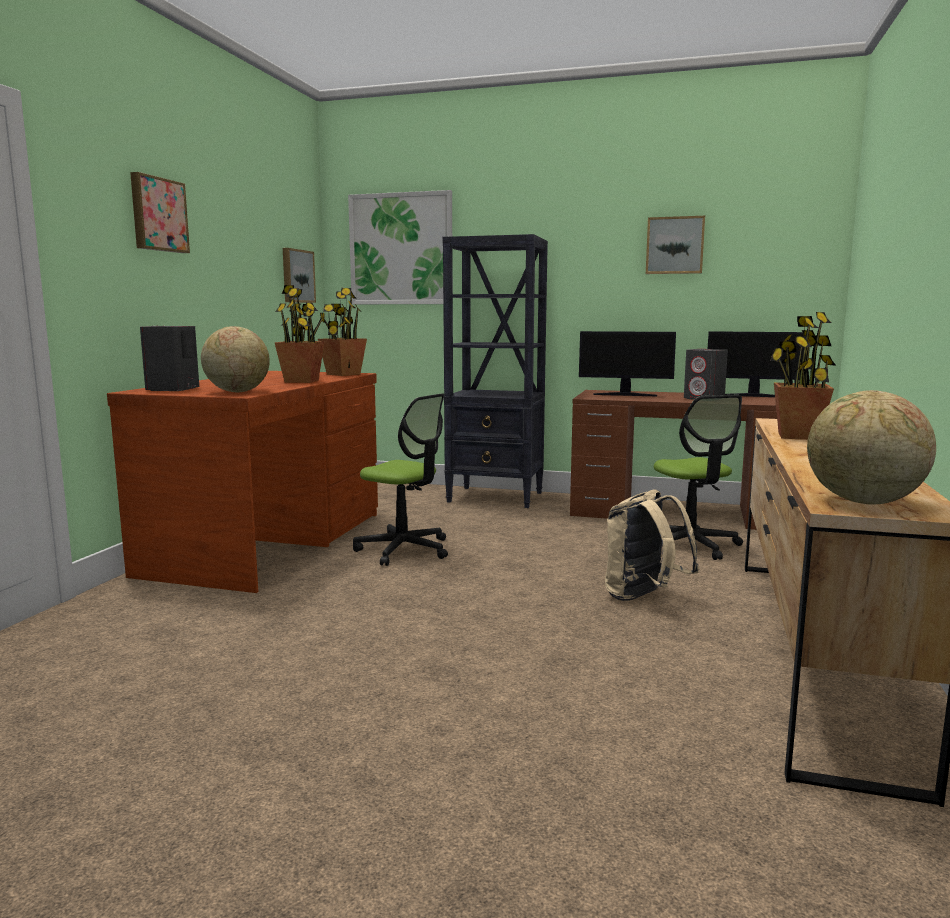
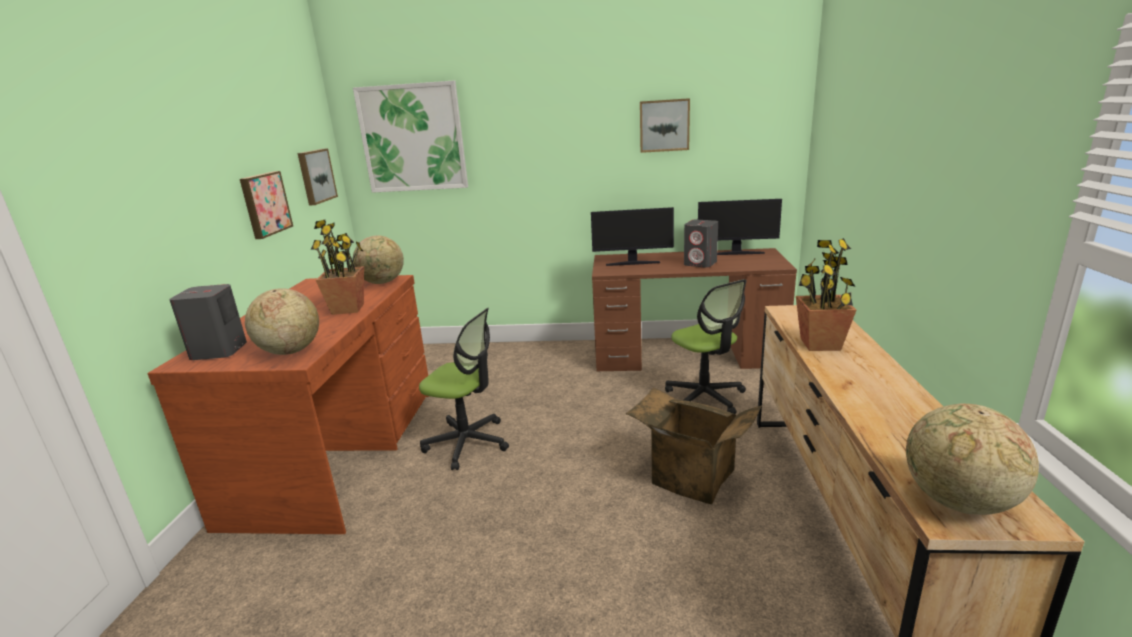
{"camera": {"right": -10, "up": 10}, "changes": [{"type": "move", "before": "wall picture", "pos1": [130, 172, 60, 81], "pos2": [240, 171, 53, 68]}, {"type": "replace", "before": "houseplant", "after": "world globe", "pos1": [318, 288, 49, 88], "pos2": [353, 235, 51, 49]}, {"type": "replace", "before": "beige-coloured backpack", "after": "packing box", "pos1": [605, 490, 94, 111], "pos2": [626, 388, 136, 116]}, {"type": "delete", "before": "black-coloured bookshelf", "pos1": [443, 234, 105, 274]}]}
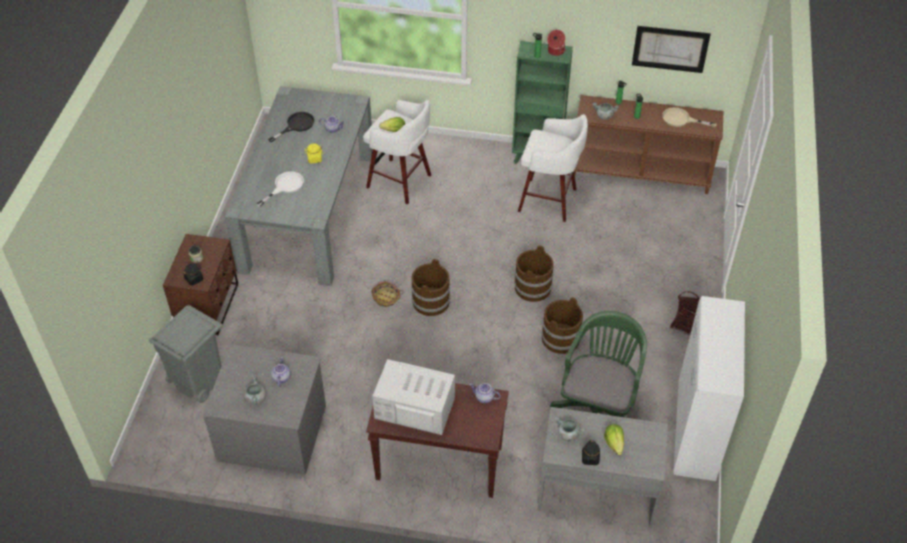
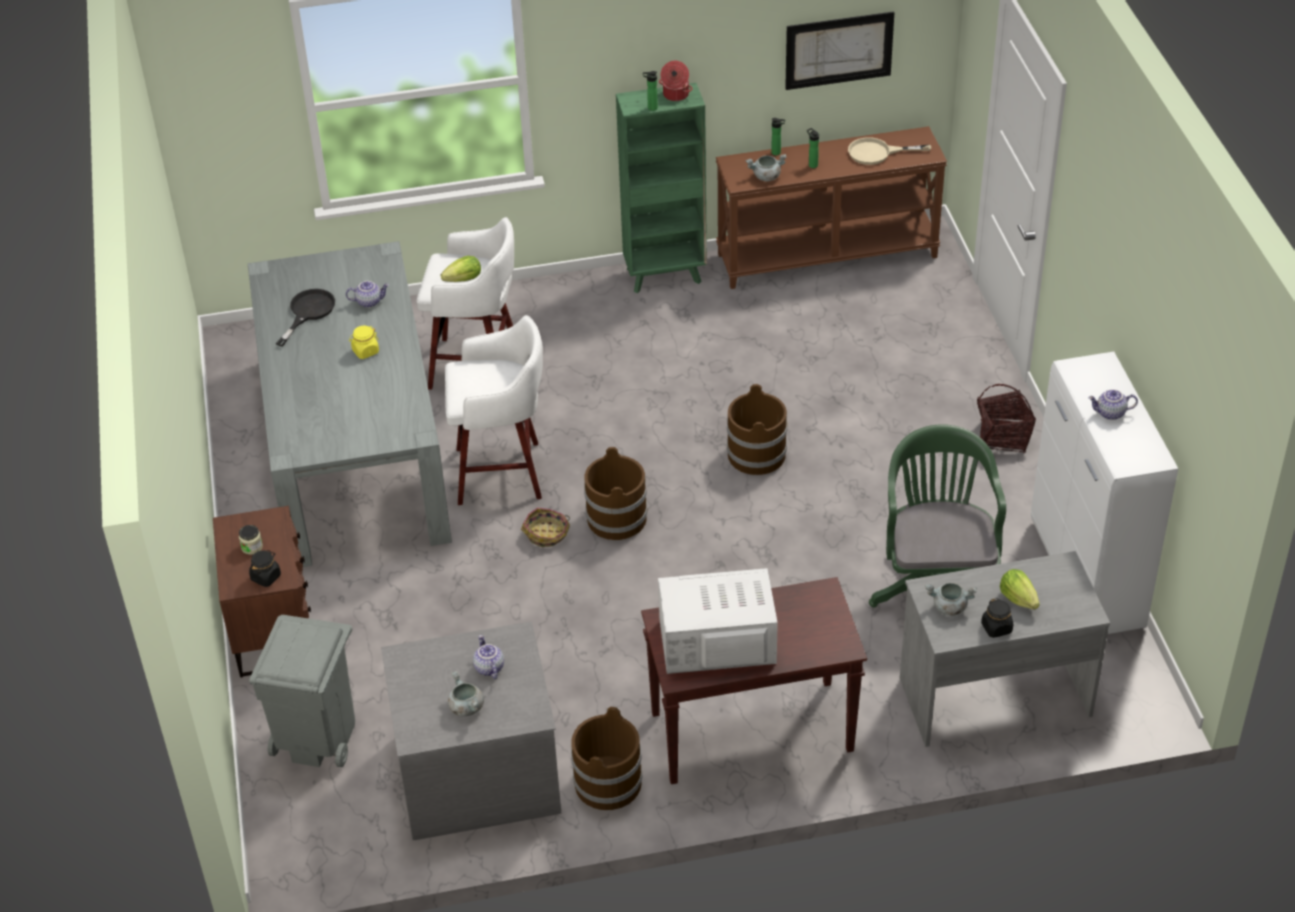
{"camera": {"right": -20, "up": -5}, "changes": [{"type": "move", "before": "white-coloured stool", "pos1": [518, 114, 70, 108], "pos2": [445, 315, 98, 190]}, {"type": "move", "before": "brown-coloured pail", "pos1": [541, 297, 42, 57], "pos2": [571, 707, 71, 103]}, {"type": "move", "before": "pot for tea", "pos1": [469, 383, 32, 20], "pos2": [1088, 389, 50, 31]}, {"type": "delete", "before": "white-coloured pan", "pos1": [256, 171, 48, 36]}]}
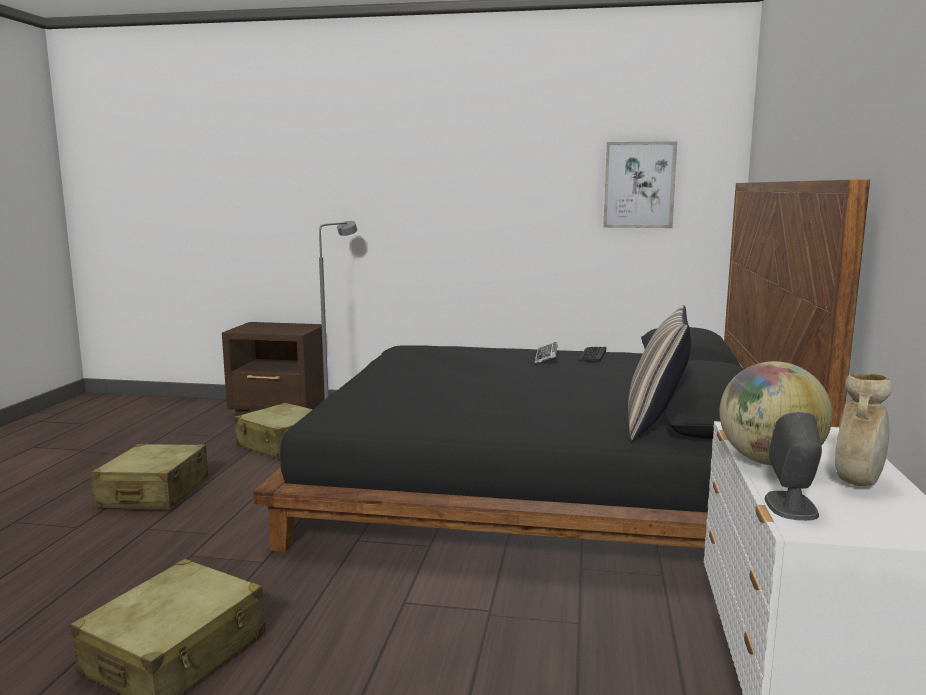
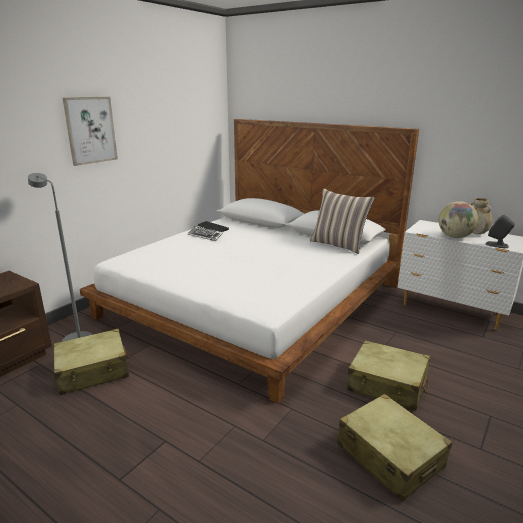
{"camera": {"right": -65, "up": 10}, "changes": [{"type": "move", "before": "wall picture", "pos1": [603, 141, 74, 87], "pos2": [63, 97, 55, 69]}, {"type": "recolor", "before": "black-coloured bedroom bed", "after": "white-coloured bedroom bed", "pos1": [253, 179, 617, 373], "pos2": [80, 119, 339, 284]}, {"type": "move", "before": "beige-coloured travel case", "pos1": [91, 444, 118, 65], "pos2": [347, 340, 83, 71]}]}
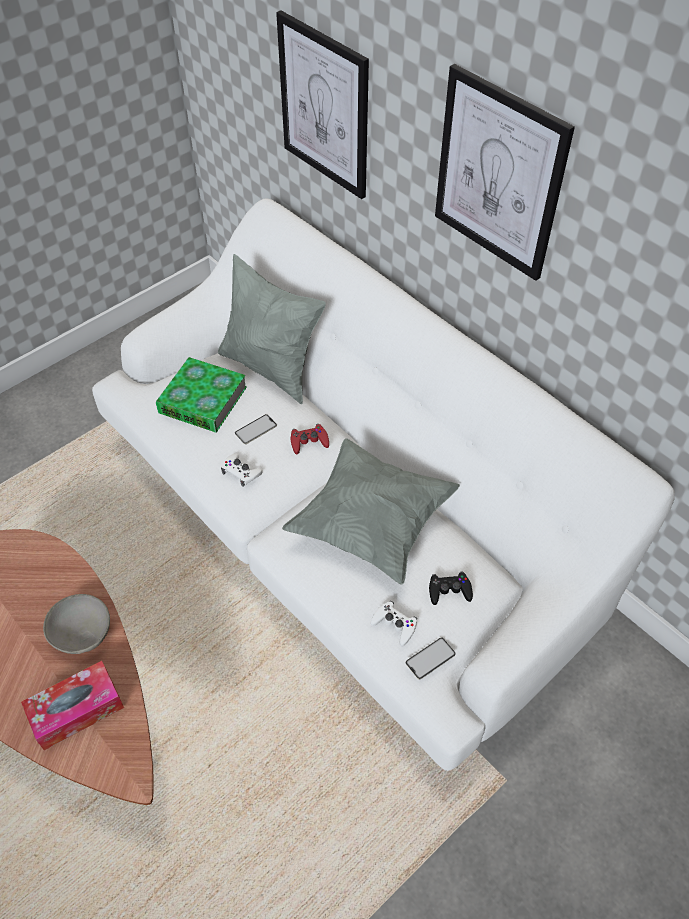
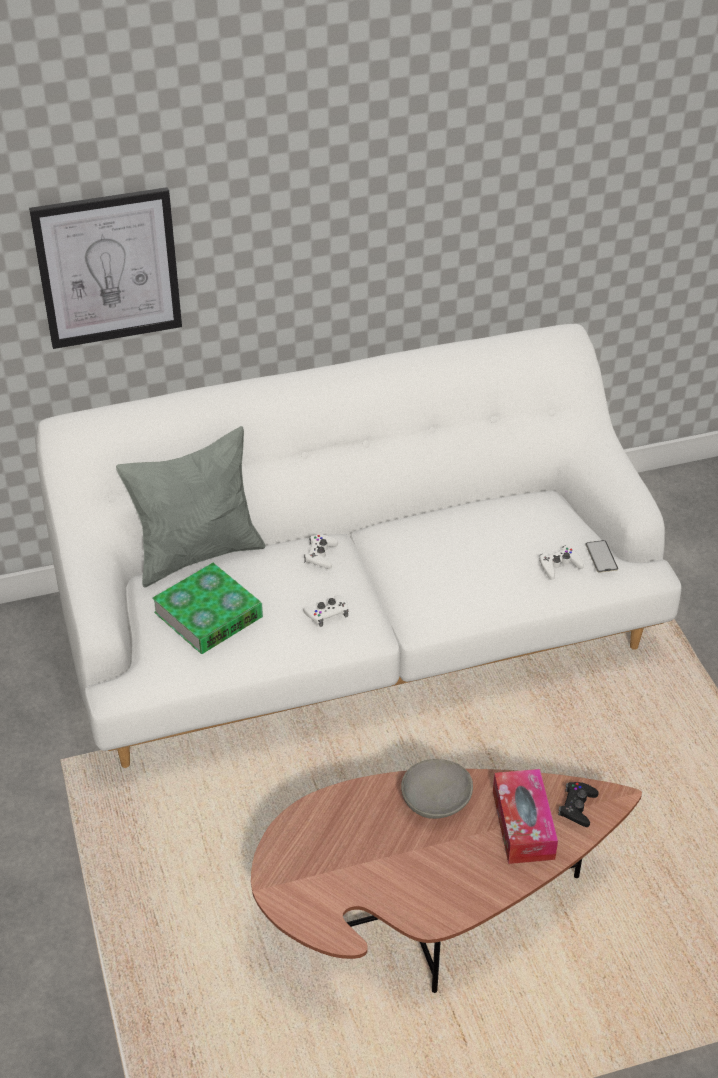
{"camera": {"right": -65, "up": -10}, "changes": [{"type": "recolor", "before": "reddish gamepad", "after": "white-coloured gamepad", "pos1": [291, 424, 38, 30], "pos2": [304, 535, 34, 34]}, {"type": "move", "before": "black-coloured gamepad", "pos1": [429, 571, 44, 34], "pos2": [558, 782, 41, 45]}, {"type": "delete", "before": "phone", "pos1": [235, 414, 42, 30]}, {"type": "delete", "before": "grey throw pillow", "pos1": [282, 438, 178, 147]}, {"type": "delete", "before": "wall picture", "pos1": [435, 64, 140, 217]}]}
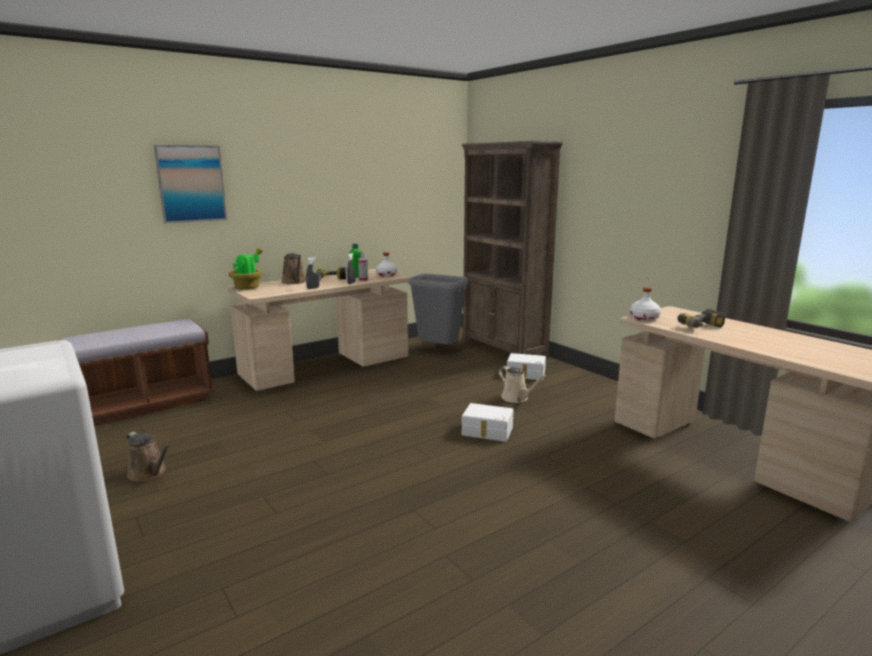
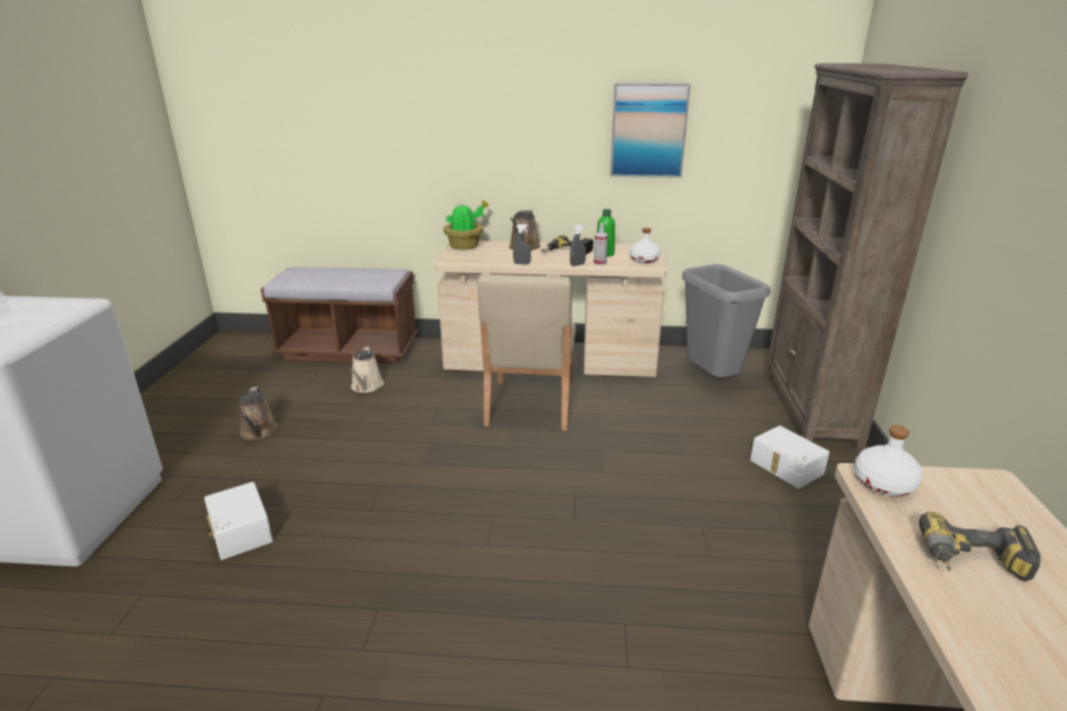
{"camera": {"right": 40, "up": 10}, "changes": [{"type": "move", "before": "white-coloured storage container", "pos1": [462, 403, 51, 39], "pos2": [204, 482, 69, 78]}, {"type": "move", "before": "beige-coloured sprinkling can", "pos1": [499, 366, 47, 37], "pos2": [349, 346, 35, 47]}, {"type": "insert", "after": "beige-coloured upright chair", "pos2": [477, 275, 99, 156]}, {"type": "move", "before": "wall picture", "pos1": [154, 145, 73, 78], "pos2": [610, 83, 81, 95]}]}
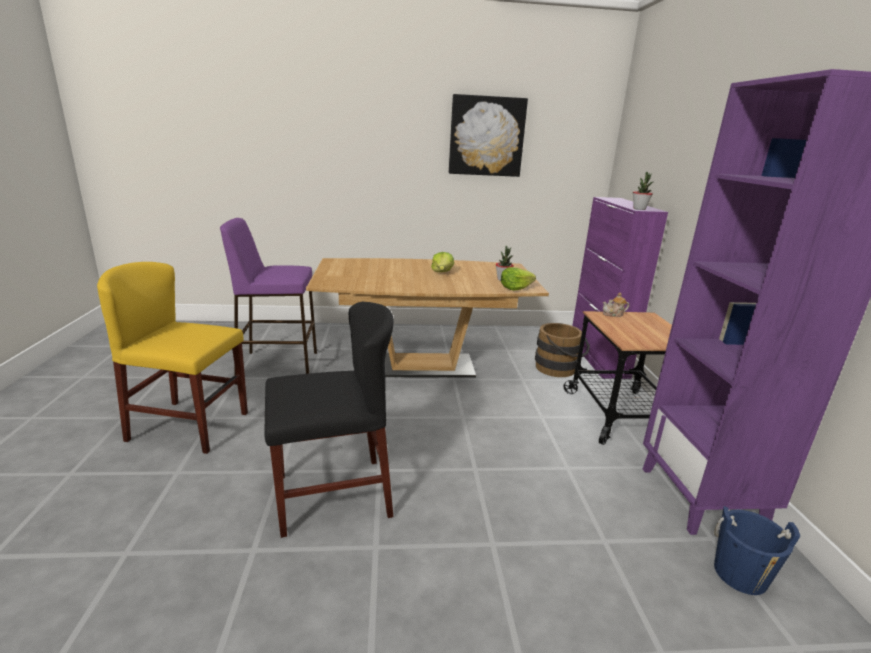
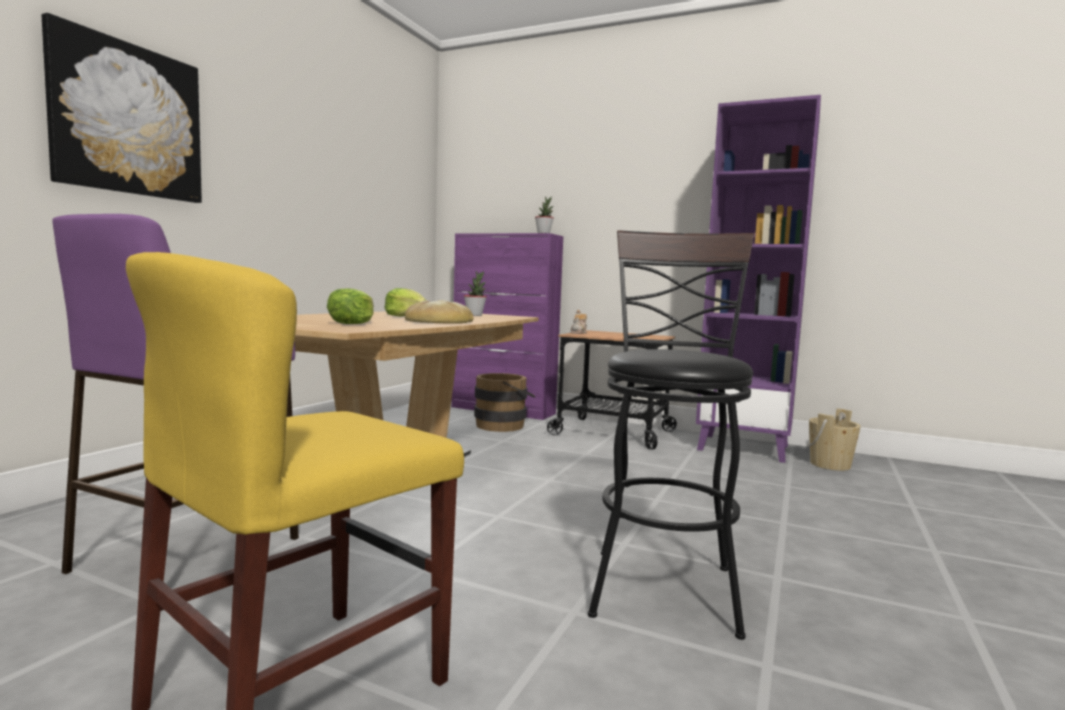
{"camera": {"right": -60, "up": -15}, "changes": [{"type": "move", "before": "wall picture", "pos1": [449, 94, 79, 83], "pos2": [42, 13, 160, 190]}, {"type": "move", "before": "lettuce", "pos1": [501, 267, 35, 23], "pos2": [327, 288, 47, 36]}, {"type": "insert", "after": "baked bread", "pos2": [405, 300, 69, 24]}, {"type": "replace", "before": "black-coloured upright chair", "after": "black-coloured stool", "pos1": [264, 302, 130, 236], "pos2": [588, 230, 166, 410]}, {"type": "recolor", "before": "bluish pail", "after": "beige-coloured pail", "pos1": [714, 506, 86, 89], "pos2": [807, 408, 54, 63]}]}
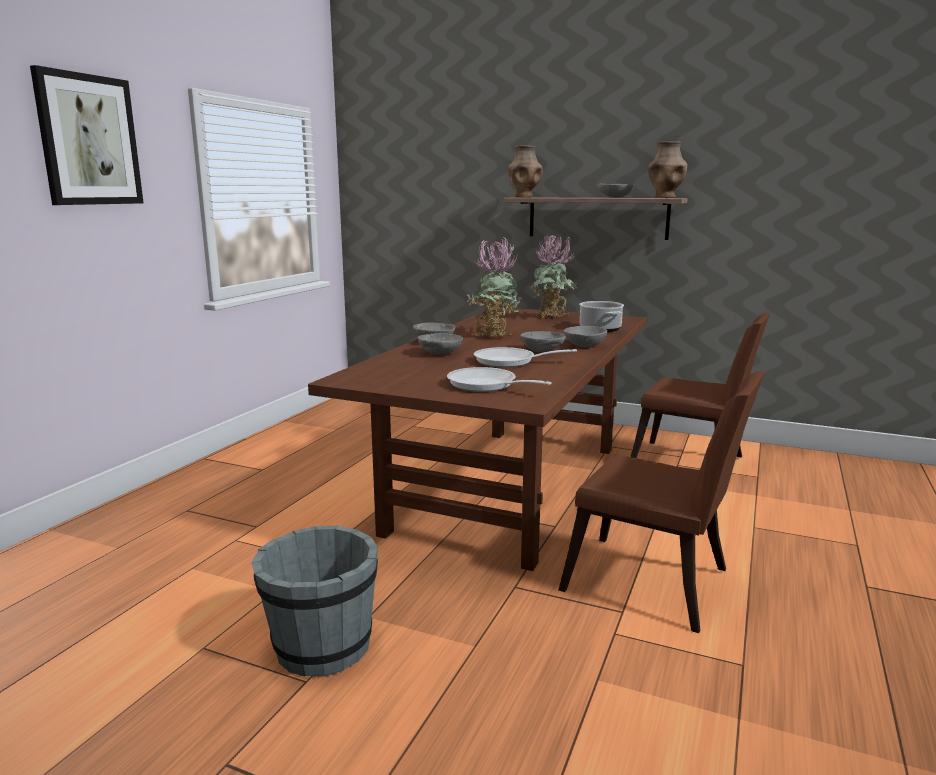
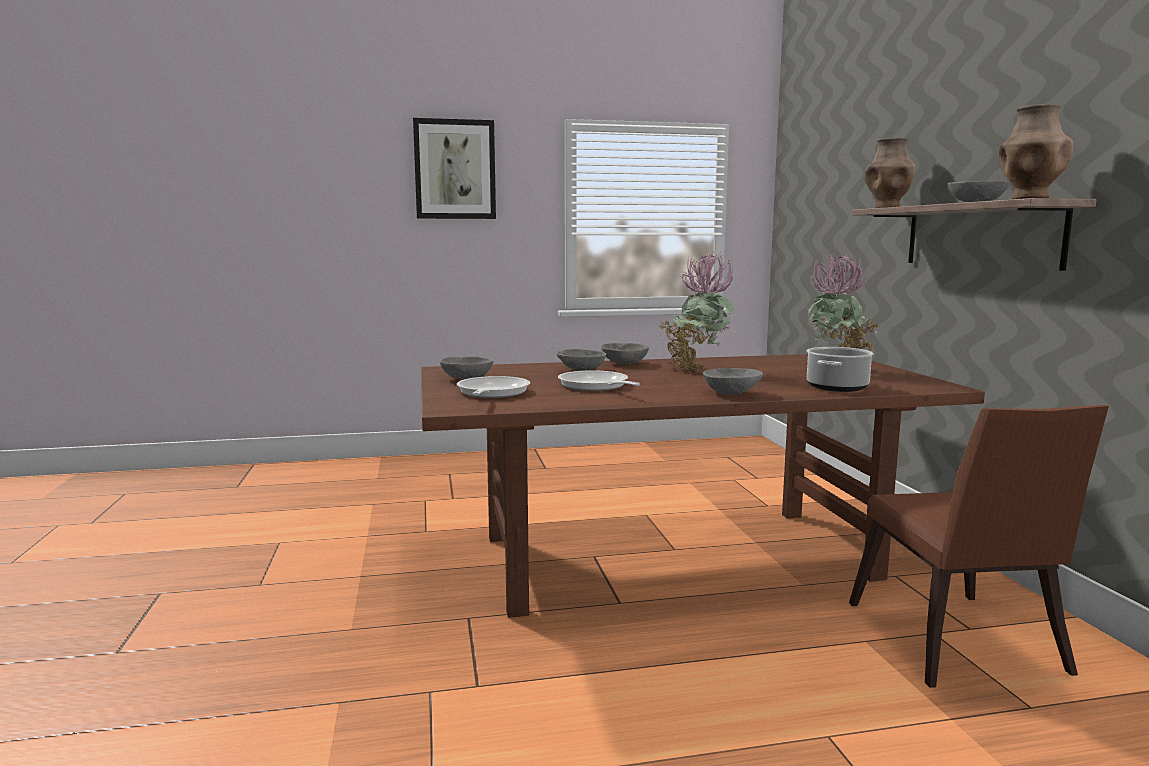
{"camera": {"right": 55, "up": -5}, "changes": [{"type": "move", "before": "grey serving bowl", "pos1": [520, 331, 46, 21], "pos2": [440, 356, 54, 23]}, {"type": "delete", "before": "grey pail", "pos1": [251, 526, 127, 151]}, {"type": "delete", "before": "brown-coloured upright chair", "pos1": [558, 371, 207, 262]}]}
